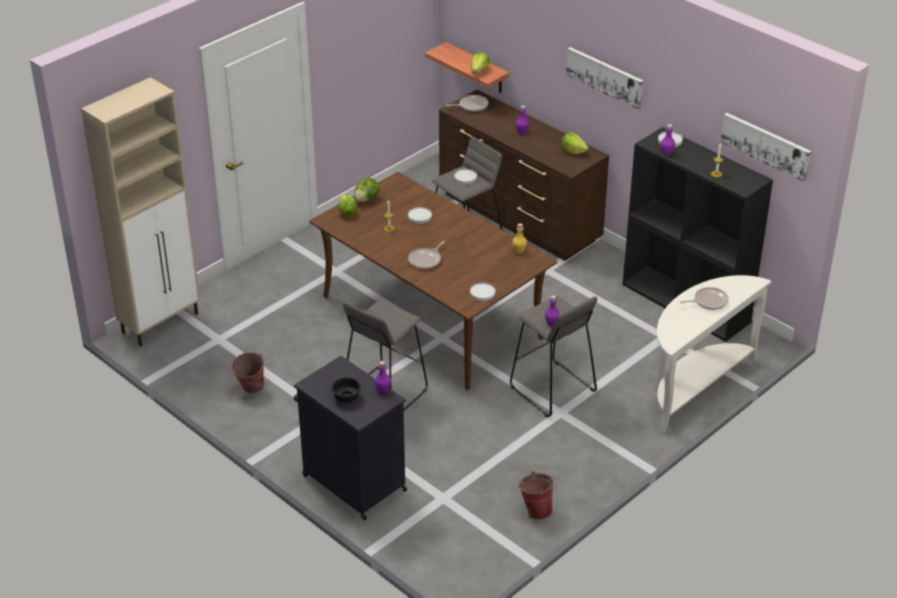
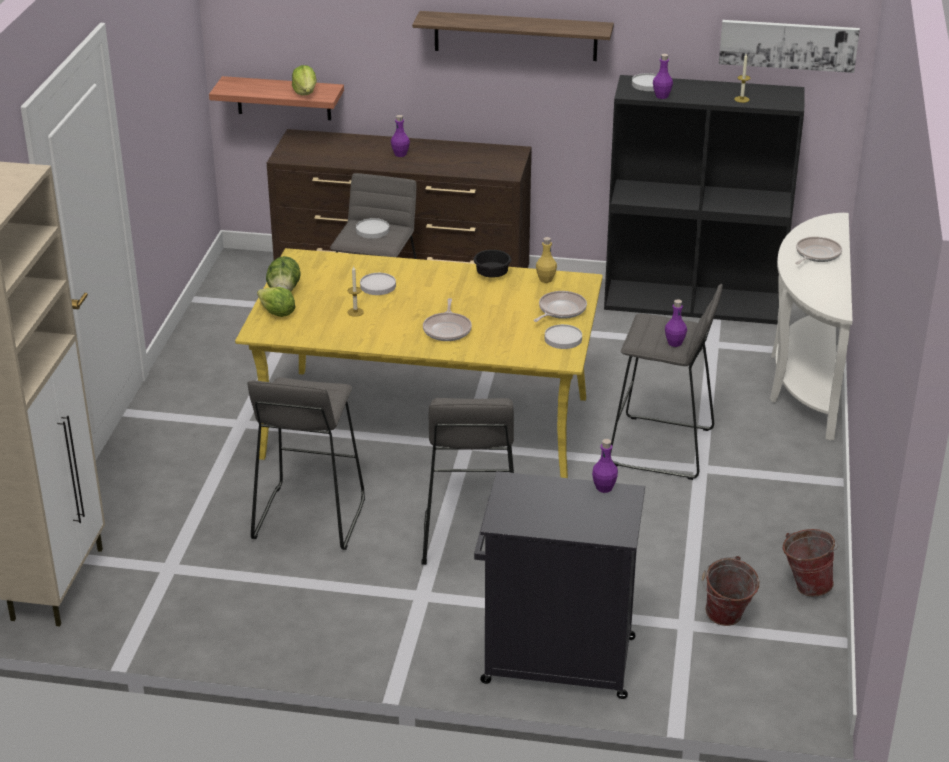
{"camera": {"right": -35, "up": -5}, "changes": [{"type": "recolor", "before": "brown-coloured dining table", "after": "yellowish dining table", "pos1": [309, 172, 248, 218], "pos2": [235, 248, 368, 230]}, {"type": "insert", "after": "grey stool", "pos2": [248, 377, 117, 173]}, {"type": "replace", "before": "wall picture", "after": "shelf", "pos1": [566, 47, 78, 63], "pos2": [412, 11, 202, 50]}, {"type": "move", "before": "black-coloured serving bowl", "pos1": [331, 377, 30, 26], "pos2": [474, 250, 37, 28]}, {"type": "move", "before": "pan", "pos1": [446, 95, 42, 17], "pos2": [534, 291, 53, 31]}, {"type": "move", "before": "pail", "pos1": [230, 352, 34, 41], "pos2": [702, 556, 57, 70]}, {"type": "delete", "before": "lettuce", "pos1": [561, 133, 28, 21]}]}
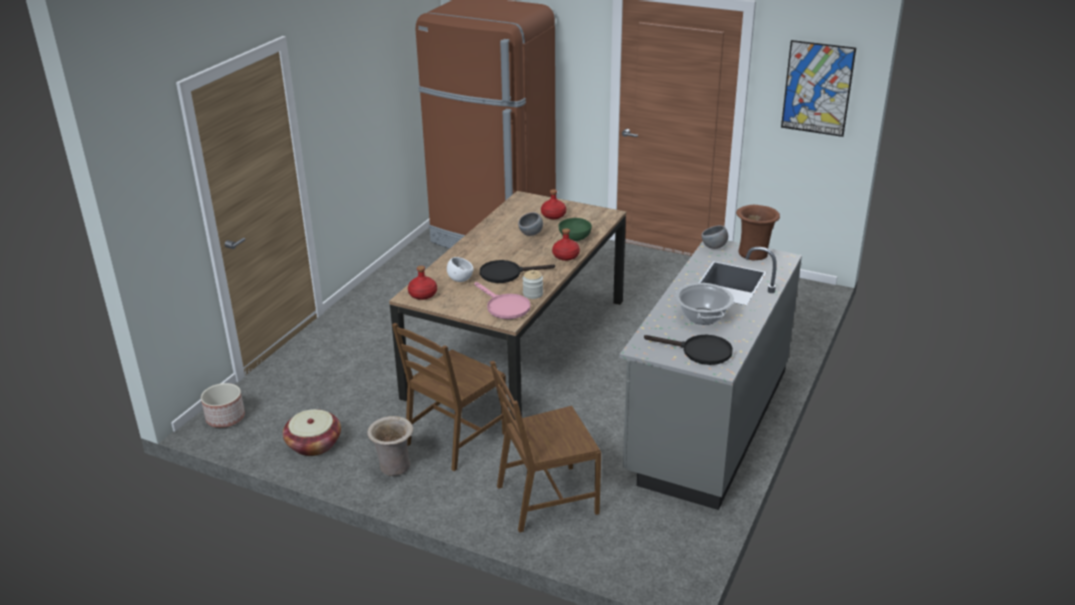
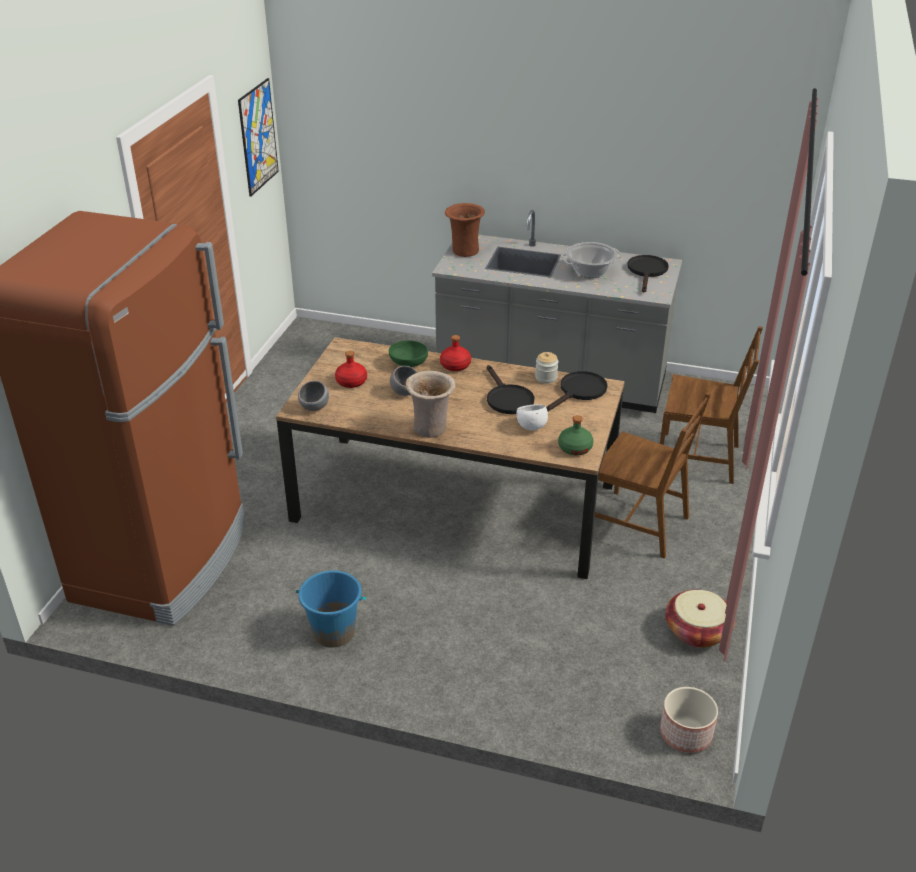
{"camera": {"right": -100, "up": 5}, "changes": [{"type": "insert", "after": "bluish pail", "pos2": [296, 570, 70, 77]}, {"type": "move", "before": "grey serving bowl", "pos1": [702, 225, 26, 24], "pos2": [298, 381, 31, 30]}, {"type": "move", "before": "beige-coloured vase", "pos1": [367, 416, 46, 60], "pos2": [406, 371, 50, 67]}, {"type": "recolor", "before": "pink pan", "after": "black-coloured pan", "pos1": [475, 282, 56, 37], "pos2": [546, 371, 62, 41]}, {"type": "recolor", "before": "reddish beverage bottle", "after": "greenish beverage bottle", "pos1": [408, 266, 29, 34], "pos2": [558, 415, 35, 40]}, {"type": "rotate", "before": "brown-coloured upright chair", "pos1": [490, 361, 111, 172], "pos2": [660, 326, 103, 158], "turn": -45}]}
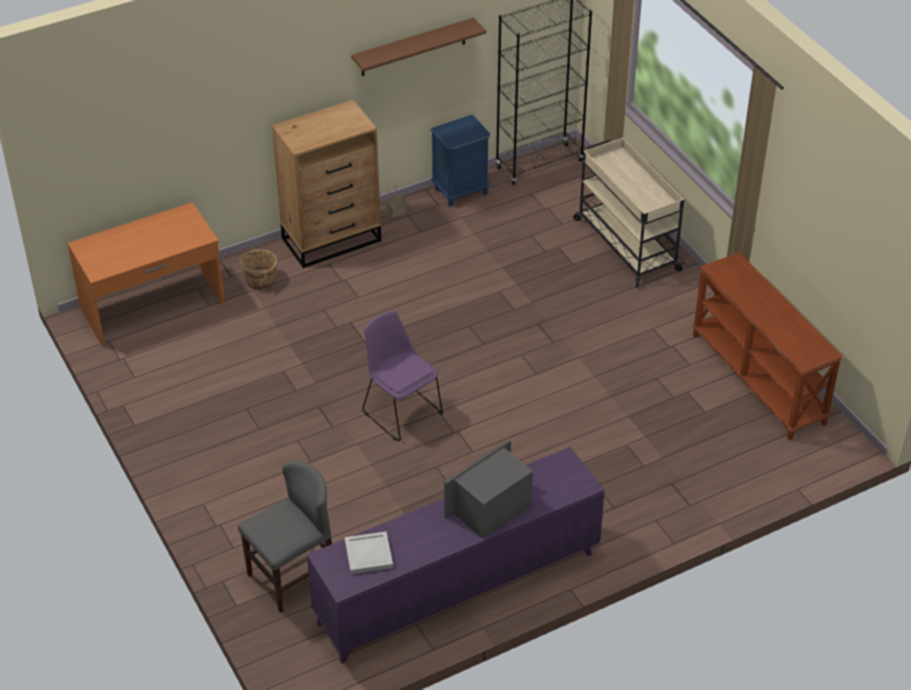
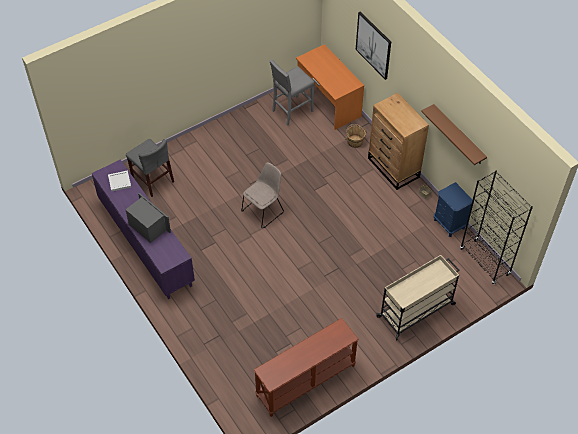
{"camera": {"right": 85, "up": 10}, "changes": [{"type": "recolor", "before": "purple upright chair", "after": "beige-coloured upright chair", "pos1": [362, 311, 81, 130], "pos2": [241, 162, 43, 66]}, {"type": "insert", "after": "grey stool", "pos2": [270, 59, 45, 67]}, {"type": "insert", "after": "wall picture", "pos2": [356, 12, 35, 68]}]}
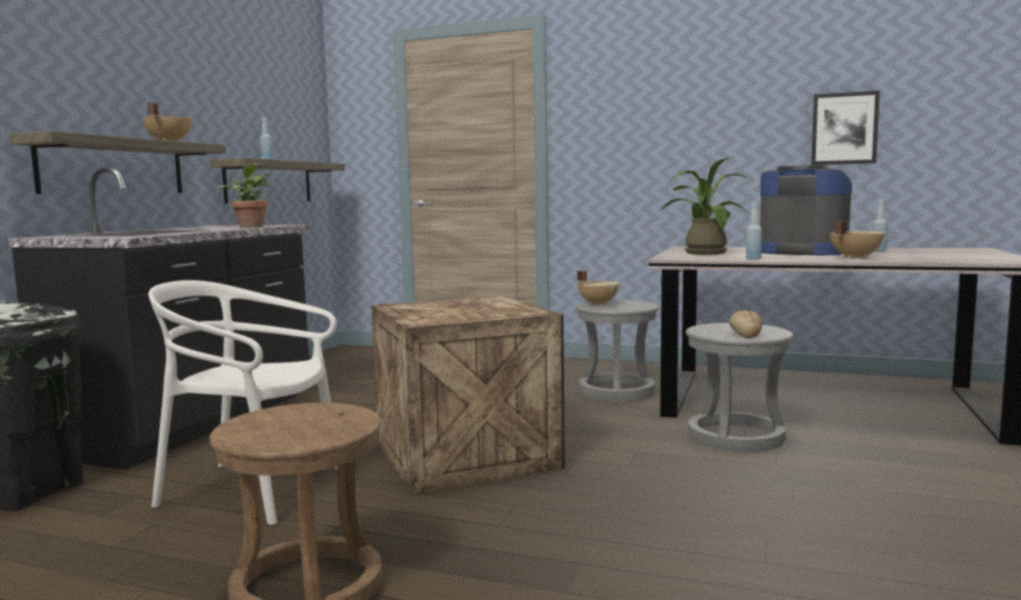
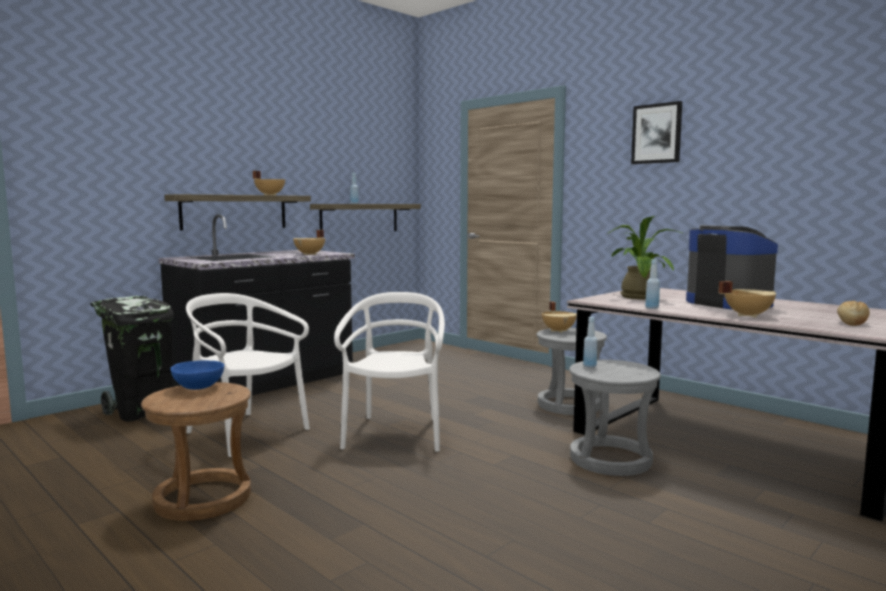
{"camera": {"right": 25, "up": 0}, "changes": [{"type": "insert", "after": "bluish serving bowl", "pos2": [171, 360, 53, 30]}, {"type": "replace", "before": "houseplant", "after": "beige-coloured stockpot", "pos1": [217, 163, 52, 65], "pos2": [293, 230, 32, 25]}, {"type": "replace", "before": "packing crate", "after": "white-coloured upright chair", "pos1": [371, 296, 194, 198], "pos2": [334, 292, 111, 160]}, {"type": "move", "before": "bluish beverage bottle", "pos1": [873, 199, 15, 52], "pos2": [583, 317, 14, 51]}, {"type": "move", "before": "wall picture", "pos1": [811, 91, 69, 74], "pos2": [631, 101, 51, 63]}, {"type": "move", "before": "baked bread", "pos1": [729, 310, 33, 28], "pos2": [837, 301, 33, 25]}]}
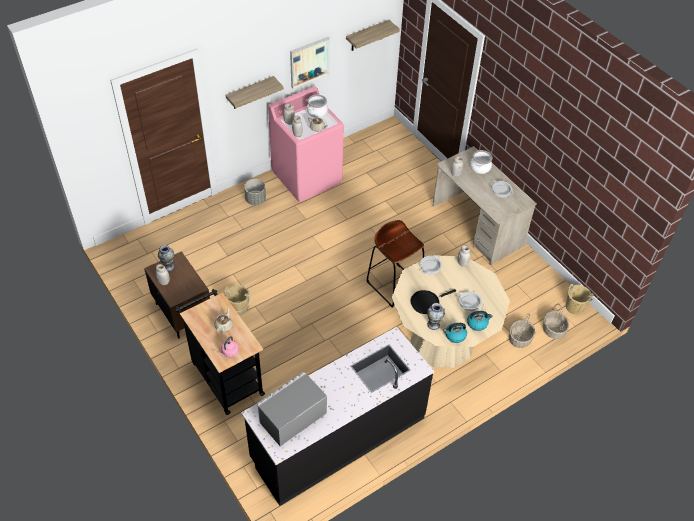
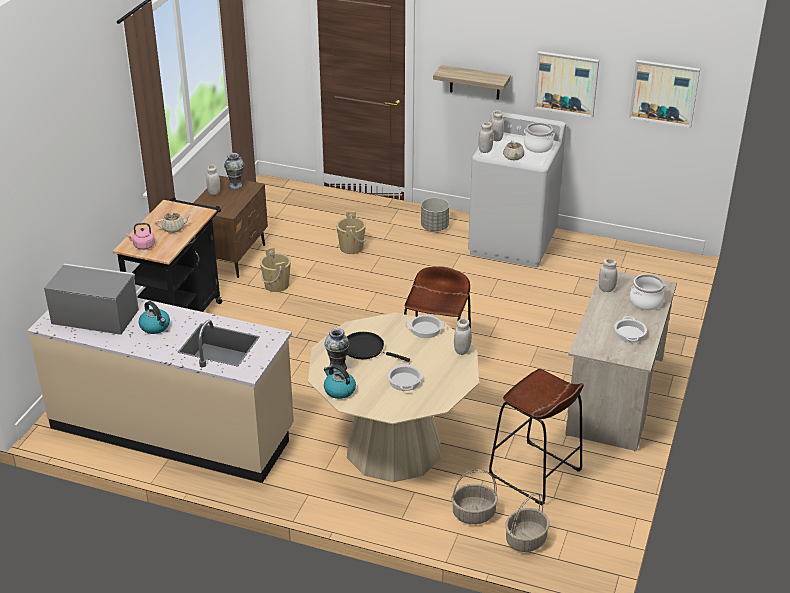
{"camera": {"right": 55, "up": -15}, "changes": [{"type": "recolor", "before": "black-coloured kitchen base unit", "after": "beige-coloured kitchen base unit", "pos1": [241, 327, 193, 179], "pos2": [27, 298, 267, 185]}, {"type": "move", "before": "tea kettle", "pos1": [467, 311, 26, 20], "pos2": [139, 301, 31, 33]}, {"type": "move", "before": "beige-coloured pail", "pos1": [566, 283, 28, 32], "pos2": [336, 211, 30, 43]}, {"type": "recolor", "before": "pink laundry appliance", "after": "white-coloured laundry appliance", "pos1": [268, 86, 76, 116], "pos2": [468, 111, 98, 157]}, {"type": "insert", "after": "brown-coloured stool", "pos2": [489, 369, 95, 137]}, {"type": "replace", "before": "shelf", "after": "wall picture", "pos1": [346, 20, 54, 31], "pos2": [629, 60, 71, 68]}]}
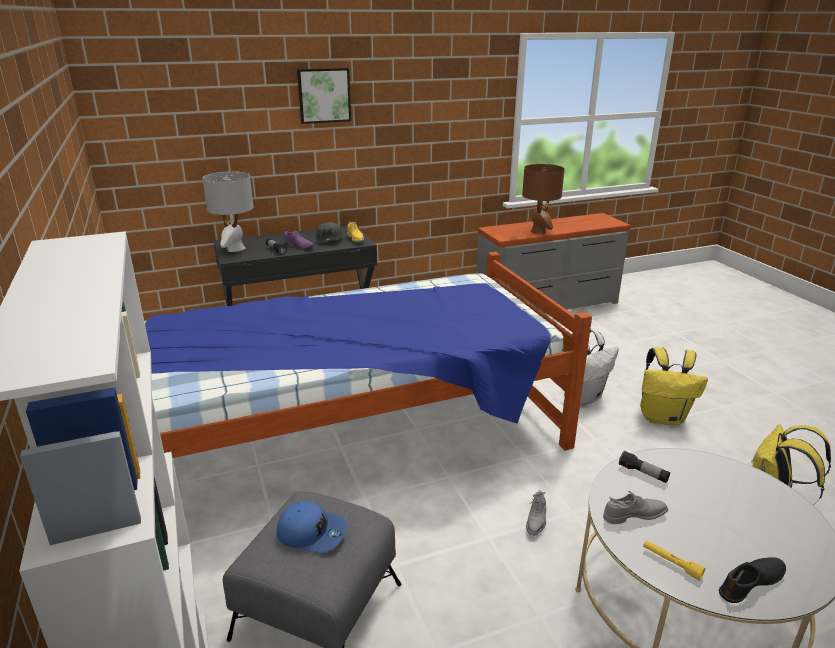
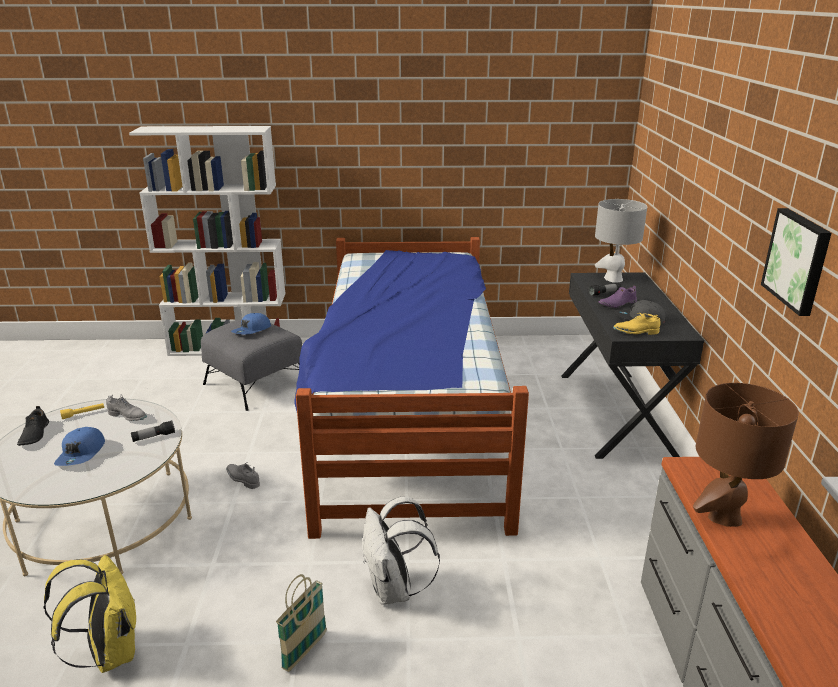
{"camera": {"right": 110, "up": 0}, "changes": [{"type": "insert", "after": "bluish baseball cap", "pos2": [54, 427, 51, 39]}, {"type": "rotate", "before": "grey item of footwear", "pos1": [603, 491, 65, 33], "pos2": [106, 394, 41, 27], "turn": -75}, {"type": "replace", "before": "yellowish backpack", "after": "storage basket", "pos1": [640, 347, 68, 78], "pos2": [276, 574, 51, 98]}, {"type": "move", "before": "wall picture", "pos1": [297, 68, 54, 56], "pos2": [761, 208, 70, 108]}]}
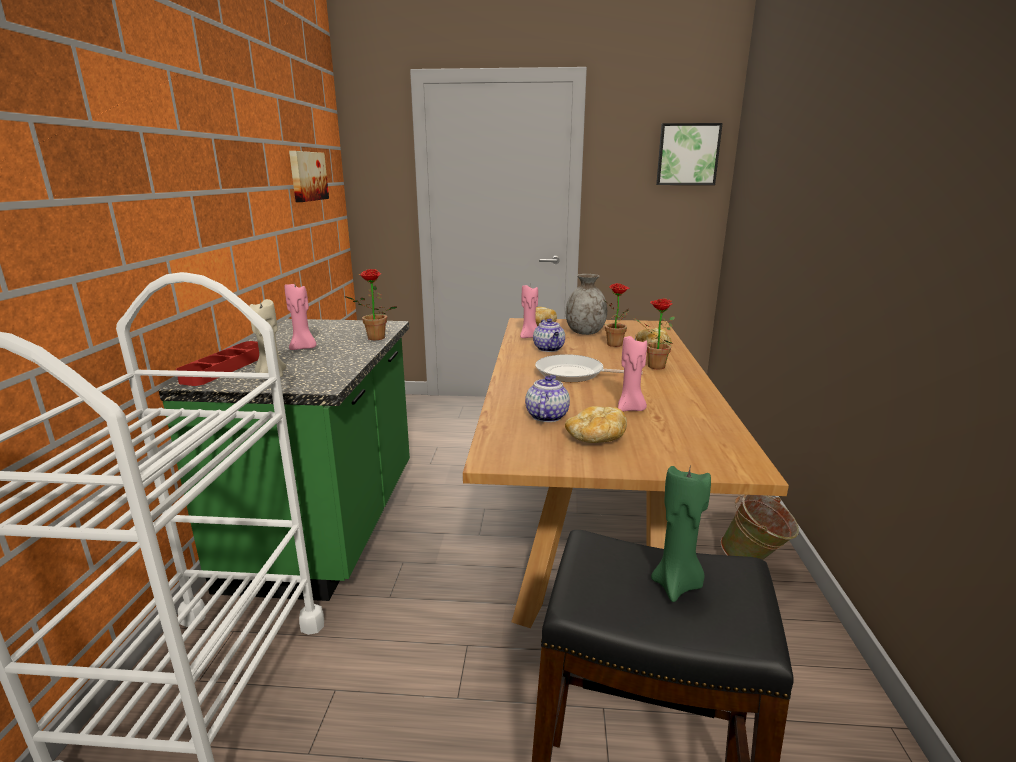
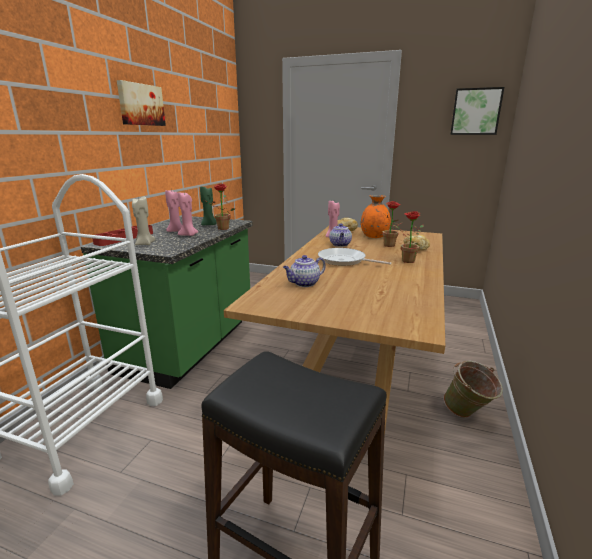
{"camera": {"right": 15, "up": 0}, "changes": [{"type": "move", "before": "wall picture", "pos1": [289, 151, 40, 51], "pos2": [117, 80, 49, 46]}, {"type": "move", "before": "pink wax light", "pos1": [618, 336, 29, 76], "pos2": [178, 191, 20, 45]}, {"type": "move", "before": "greenish wax light", "pos1": [651, 466, 60, 136], "pos2": [200, 187, 17, 38]}, {"type": "rotate", "before": "pot for tea", "pos1": [525, 375, 45, 47], "pos2": [283, 255, 43, 32], "turn": -150}, {"type": "recolor", "before": "grey vase", "after": "orange vase", "pos1": [566, 274, 41, 61], "pos2": [361, 195, 30, 43]}, {"type": "delete", "before": "baked bread", "pos1": [565, 406, 62, 37]}]}
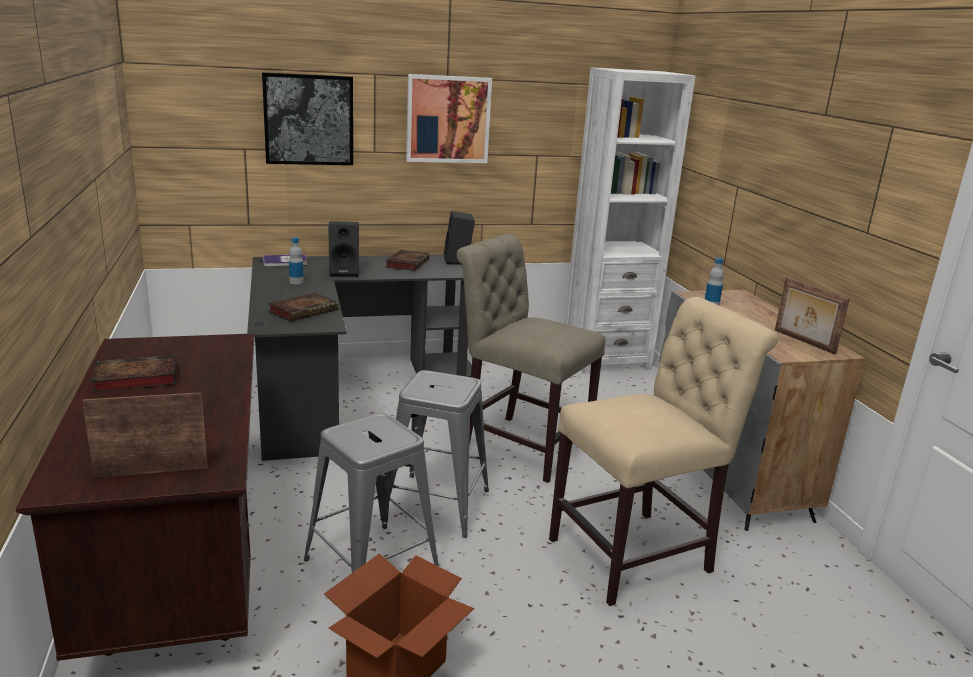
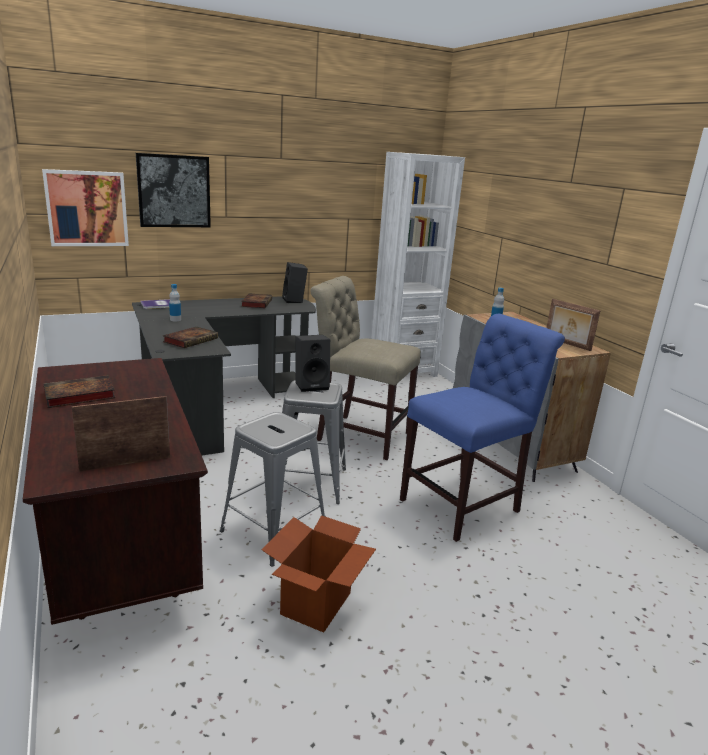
{"camera": {"right": -10, "up": 0}, "changes": [{"type": "move", "before": "wall picture", "pos1": [406, 74, 86, 89], "pos2": [42, 169, 87, 77]}, {"type": "move", "before": "black-coloured speaker", "pos1": [328, 221, 31, 56], "pos2": [295, 335, 35, 57]}, {"type": "recolor", "before": "beige-coloured upright chair", "after": "bluish upright chair", "pos1": [549, 297, 229, 309], "pos2": [400, 314, 165, 228]}]}
